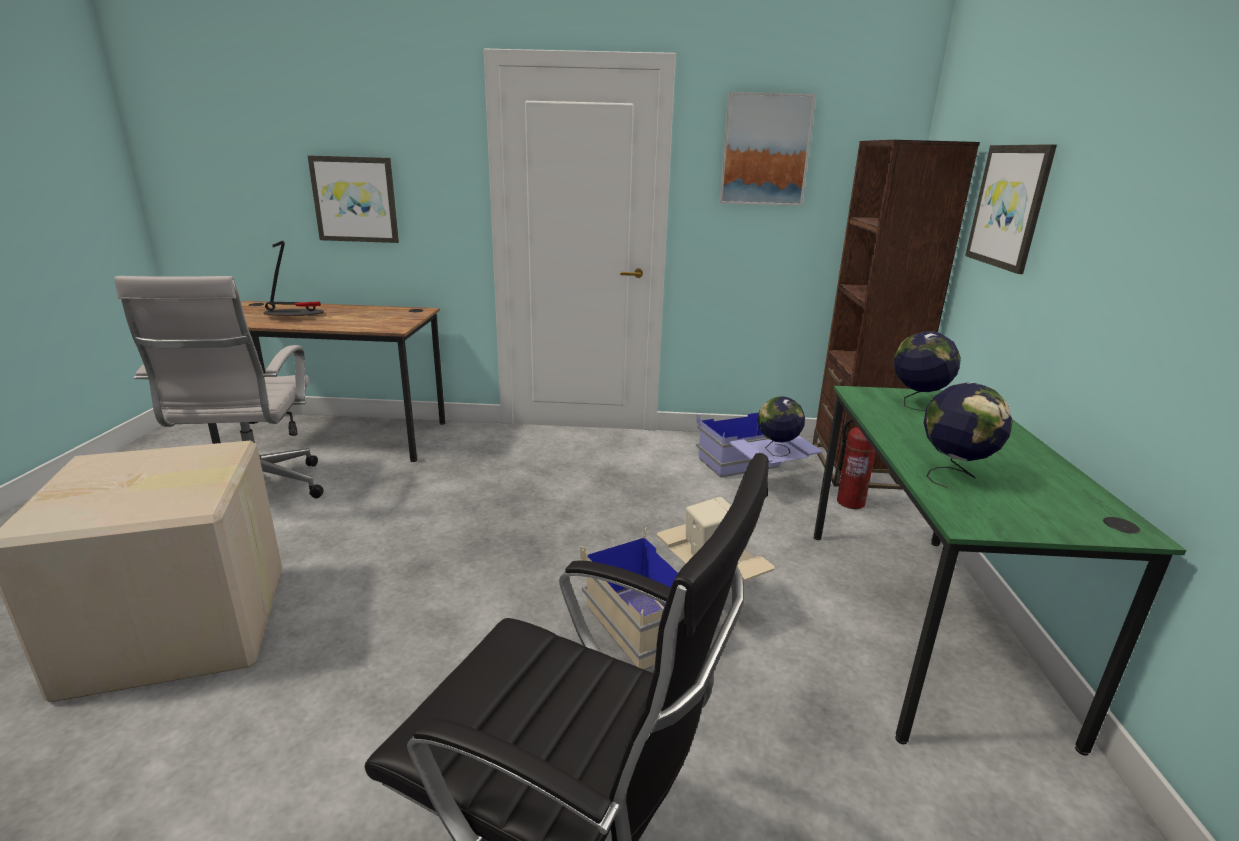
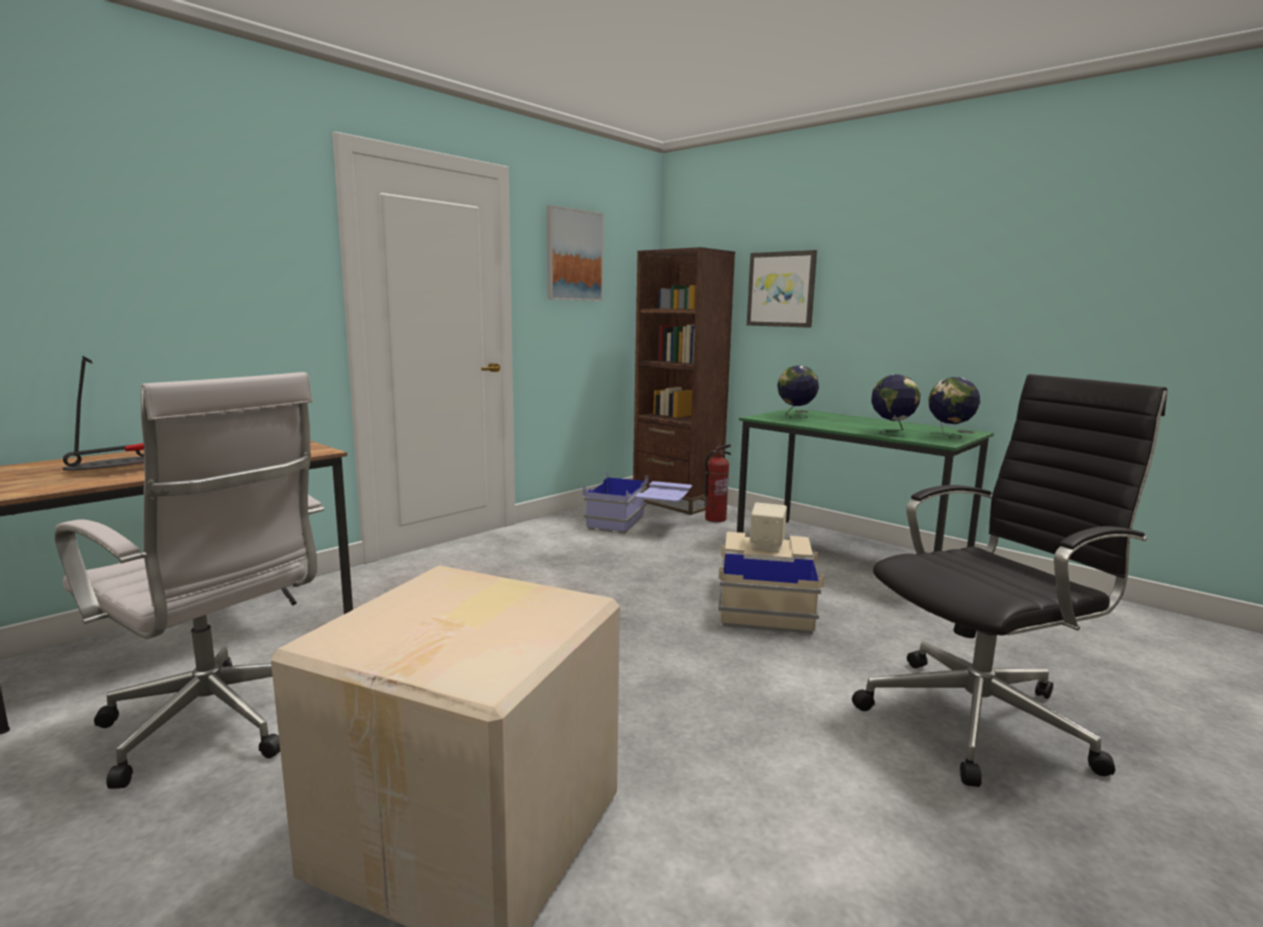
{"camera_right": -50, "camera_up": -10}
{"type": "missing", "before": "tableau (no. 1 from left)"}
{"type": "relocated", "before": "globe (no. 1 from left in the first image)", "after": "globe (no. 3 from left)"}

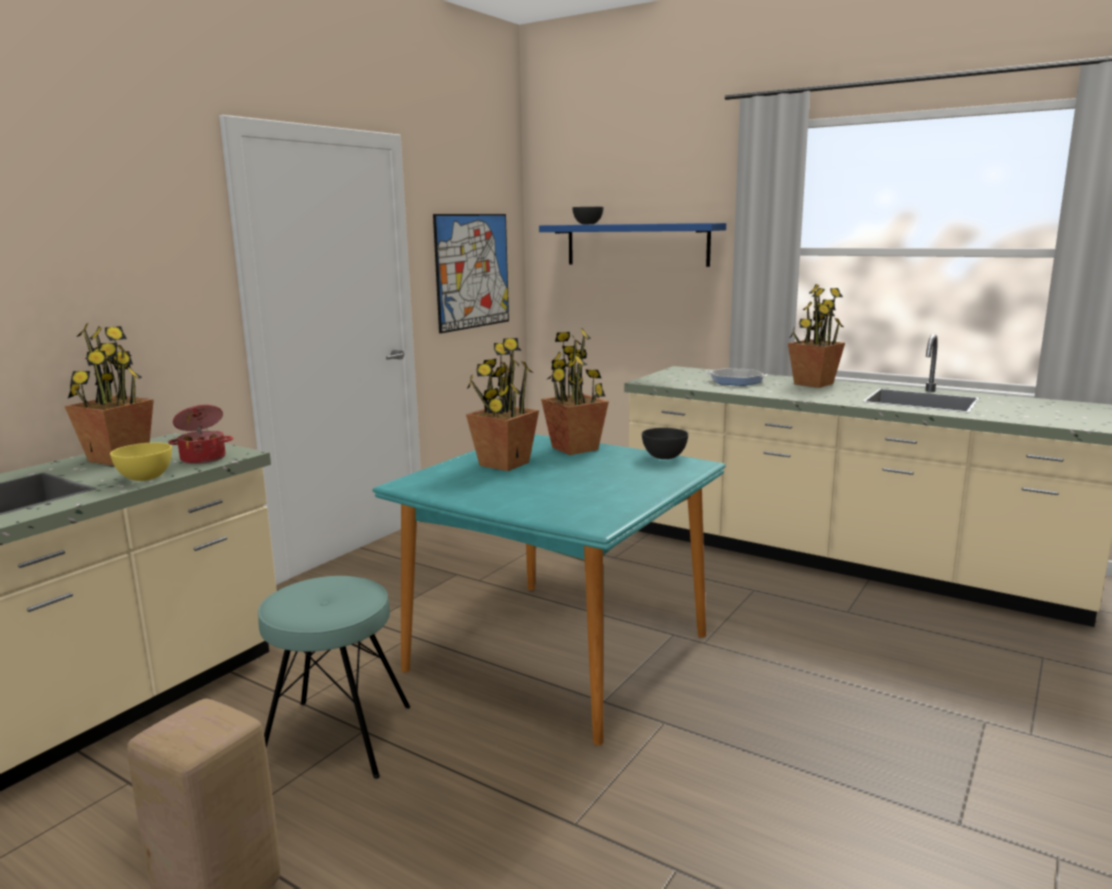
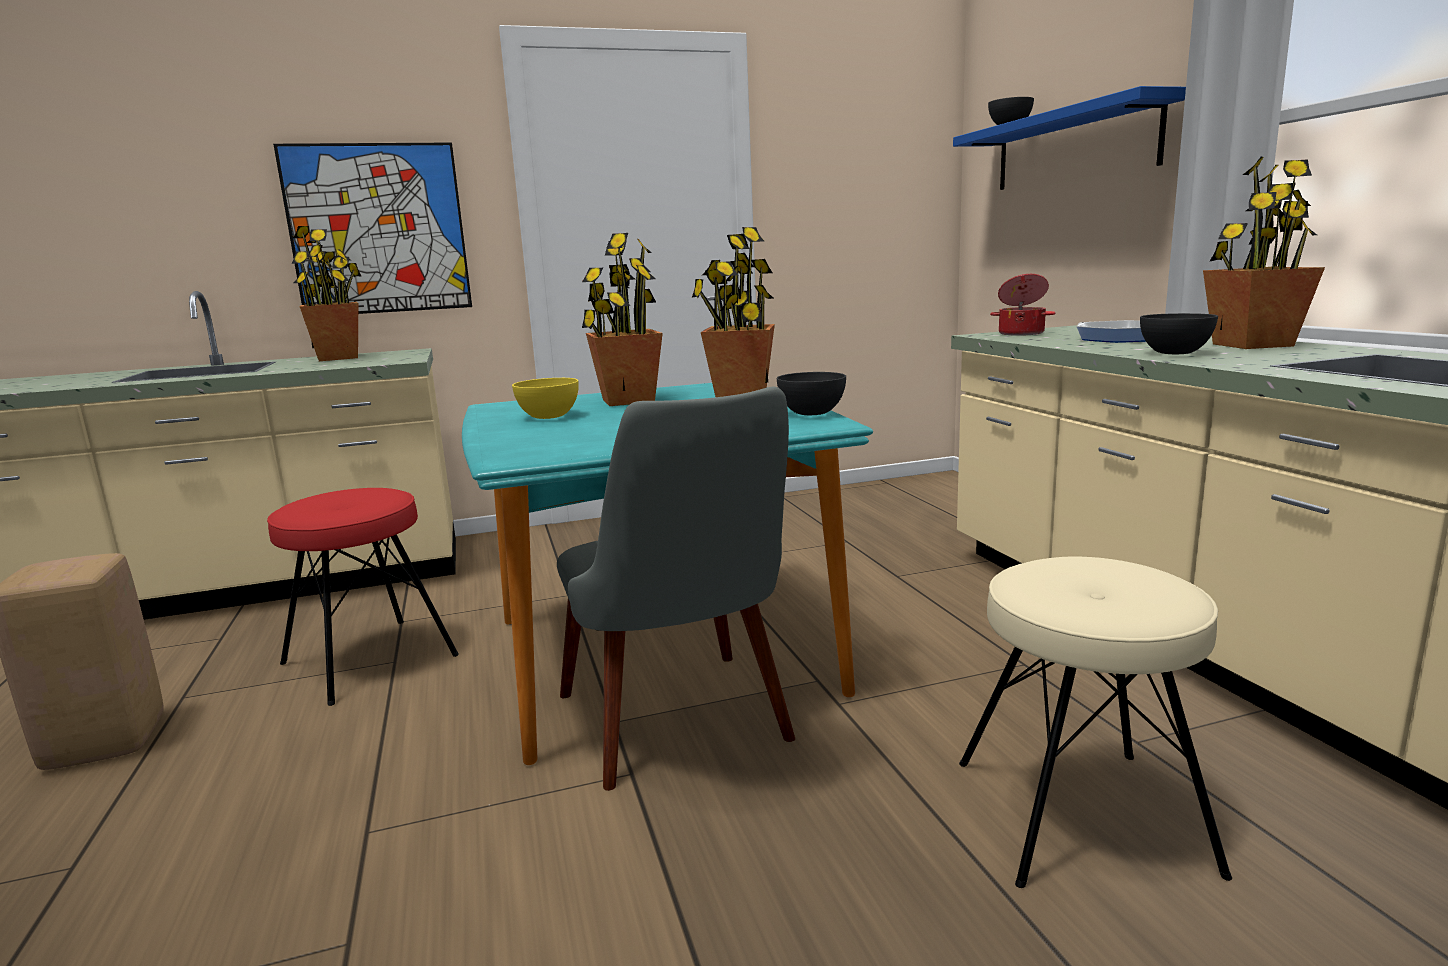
{"camera_right": 40, "camera_up": 0}
{"type": "relocated", "before": "bol/jaune"}
{"type": "relocated", "before": "marmite"}
{"type": "colour", "before": "tabouret/turquoise", "after": "tabouret/rouge"}
{"type": "relocated", "before": "tableau"}
{"type": "appeared", "after": "chaise/gris"}
{"type": "appeared", "after": "tabouret/beige (no. 2 from left)"}
{"type": "appeared", "after": "bol/gris (no. 3 from left)"}

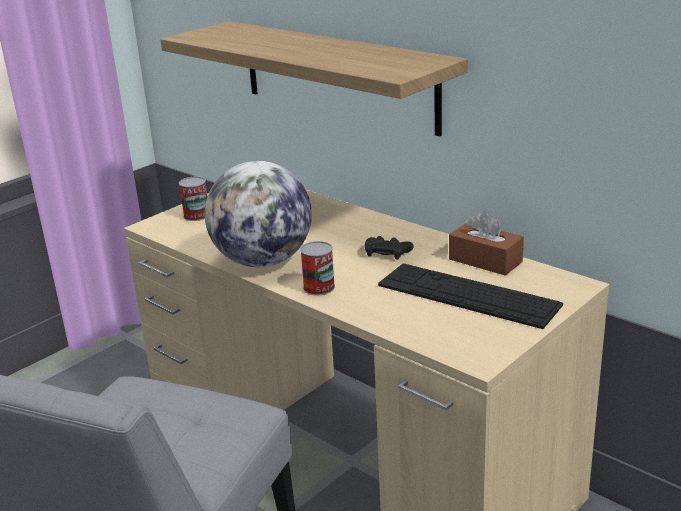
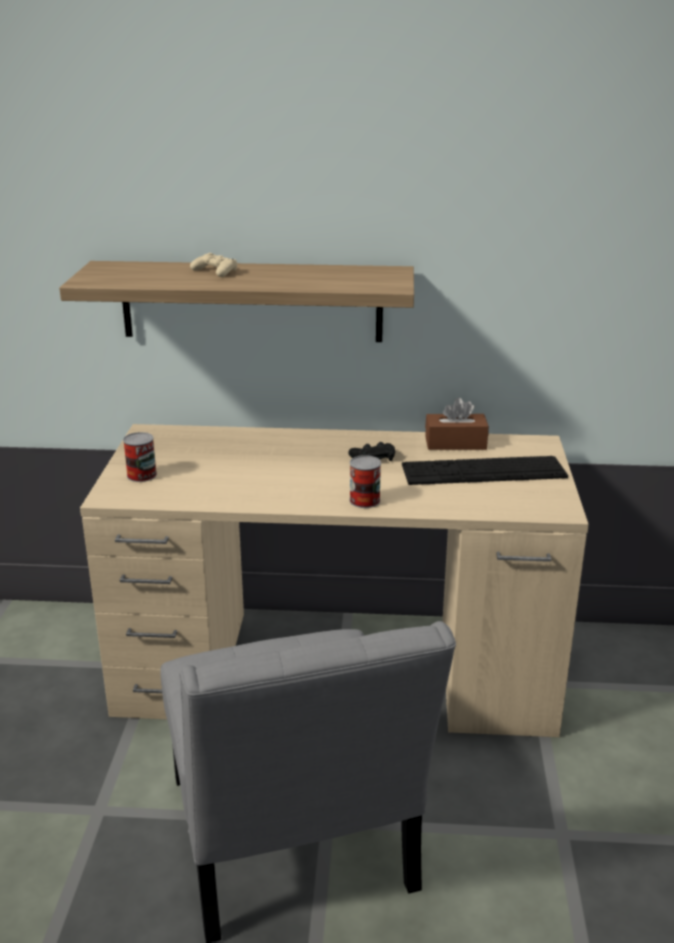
{"camera_right": -40, "camera_up": 0}
{"type": "missing", "before": "globe"}
{"type": "appeared", "after": "manette/beige"}

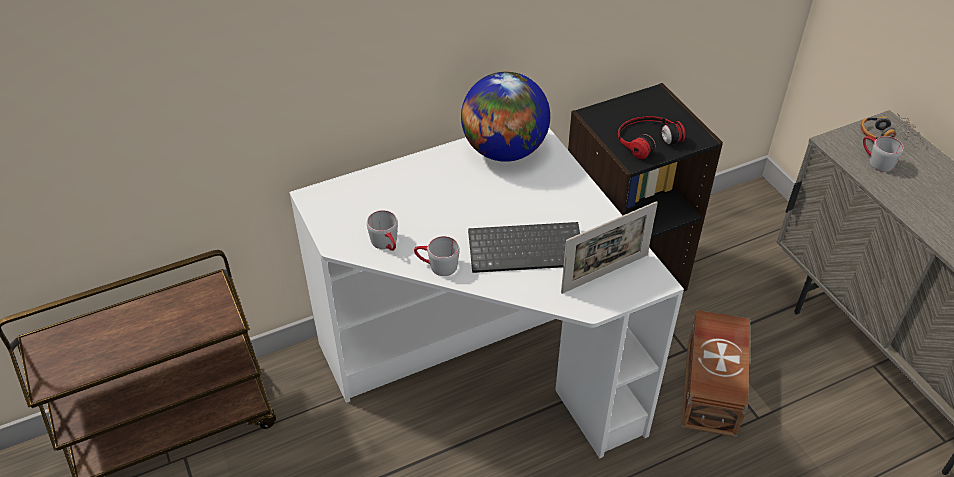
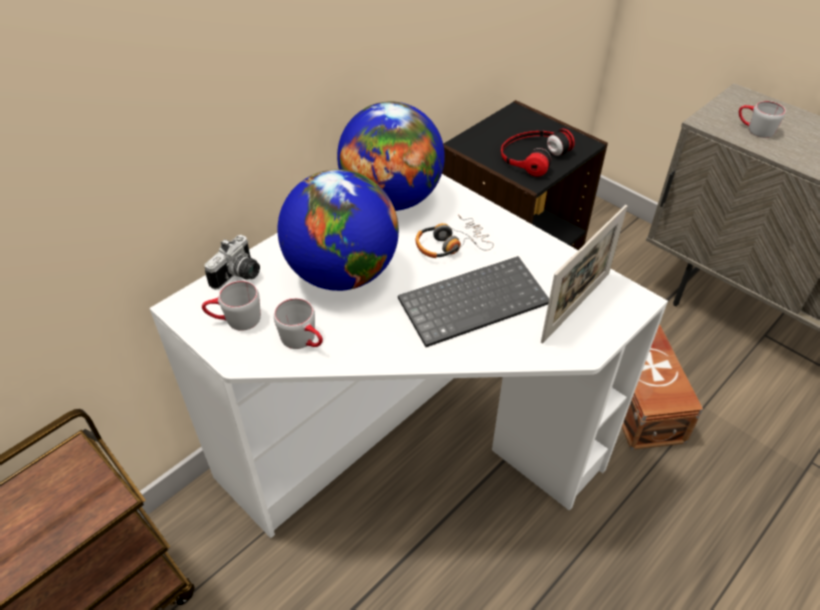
{"camera_right": -20, "camera_up": 0}
{"type": "relocated", "before": "mug/gris (no. 2 from left in the first image)", "after": "mug/gris (no. 1 from left)"}
{"type": "relocated", "before": "casque audio (no. 2 from left in the first image)", "after": "casque audio (no. 1 from left)"}
{"type": "appeared", "after": "appareil photo"}
{"type": "appeared", "after": "globe (no. 1 from left)"}

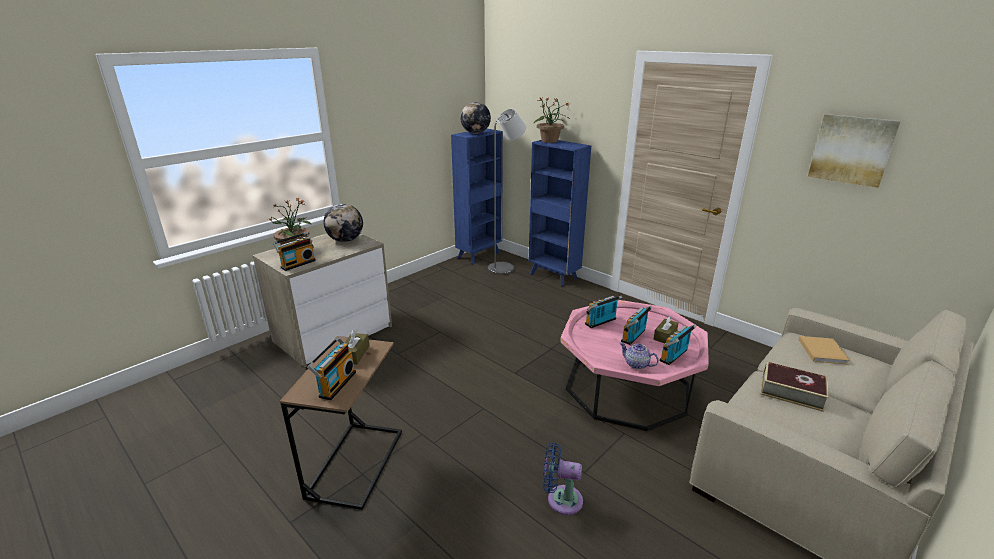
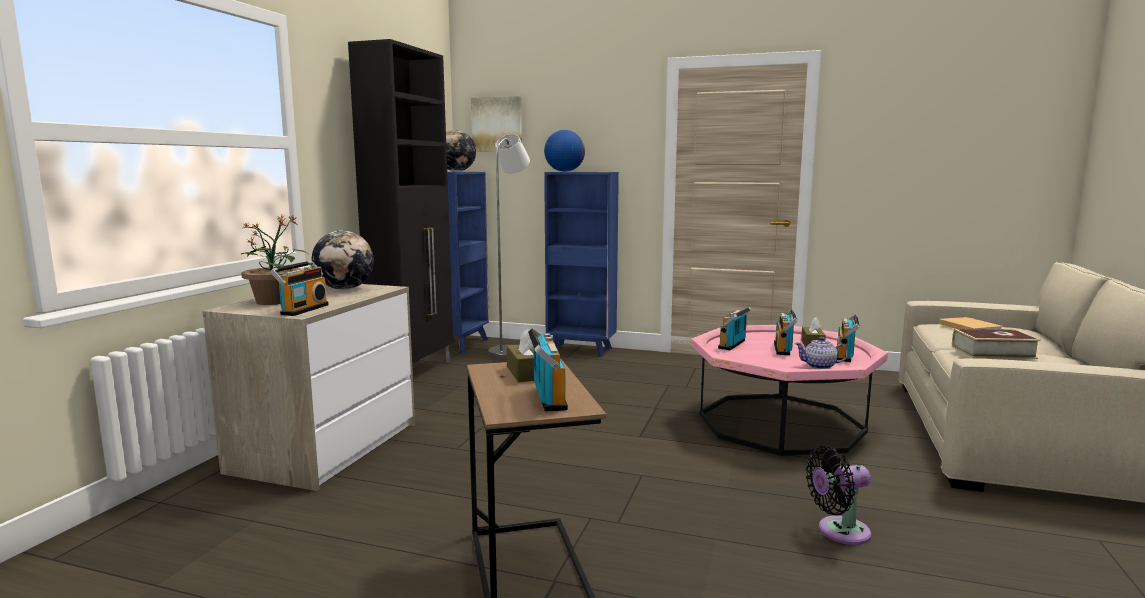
{"camera_right": -25, "camera_up": -15}
{"type": "exchanged", "before": "plante en pot (no. 2 from left)", "after": "globe (no. 3 from left)"}
{"type": "colour", "before": "ventilateur/bleu", "after": "ventilateur/noir"}
{"type": "relocated", "before": "tableau"}
{"type": "appeared", "after": "meuble de rangement/noir"}

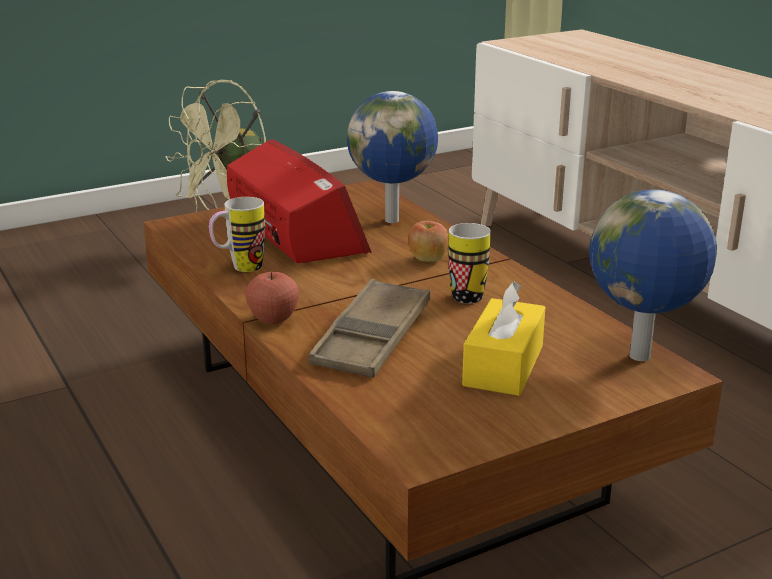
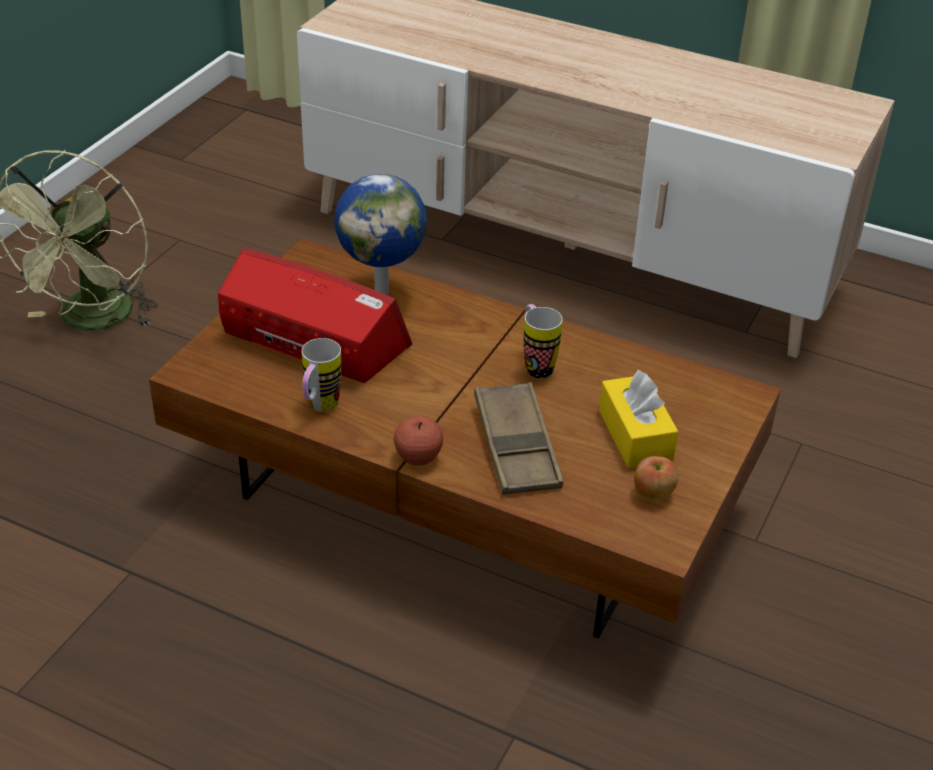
{"camera_right": -35, "camera_up": 15}
{"type": "relocated", "before": "pomme (no. 2 from left)"}
{"type": "missing", "before": "globe (no. 2 from left)"}

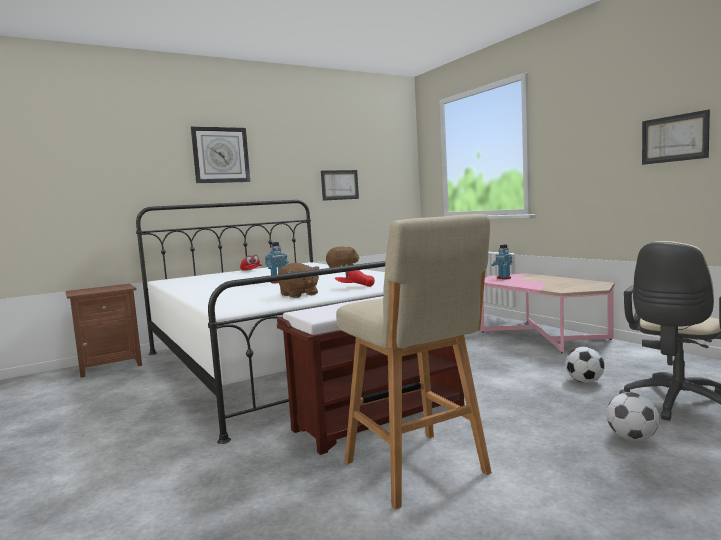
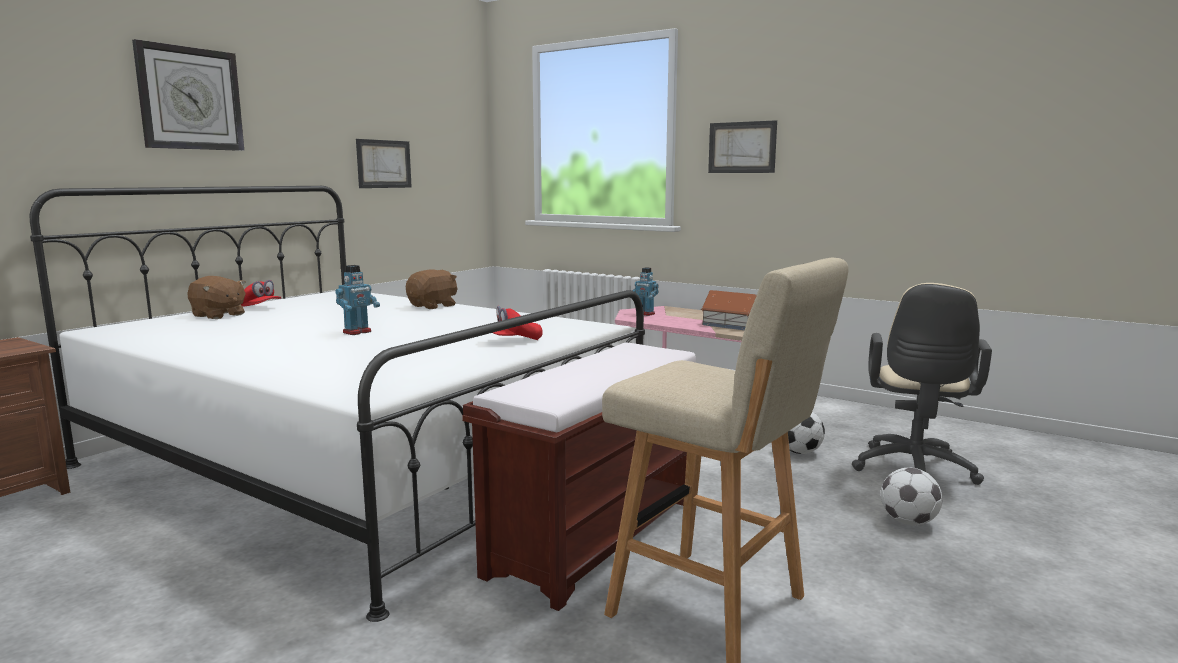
{"camera_right": -25, "camera_up": 5}
{"type": "relocated", "before": "peluche/marron (no. 1 from left)"}
{"type": "relocated", "before": "tableau (no. 2 from left)"}
{"type": "appeared", "after": "maison miniature"}

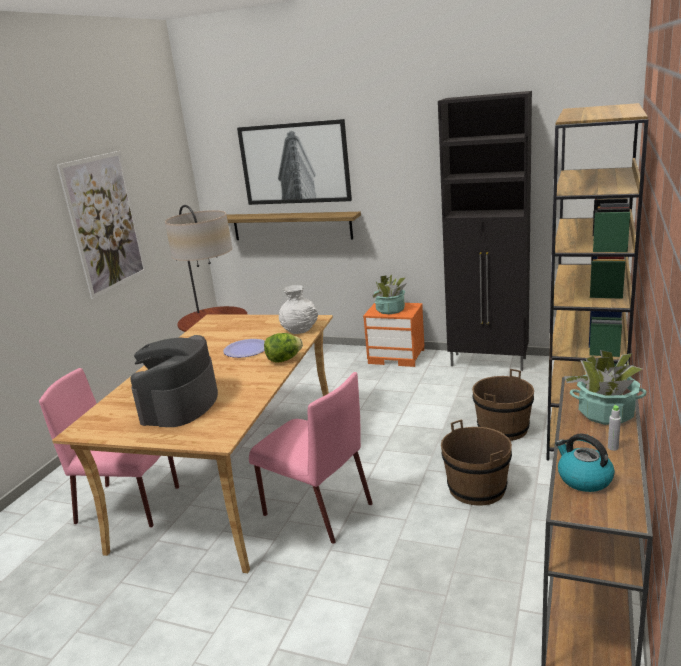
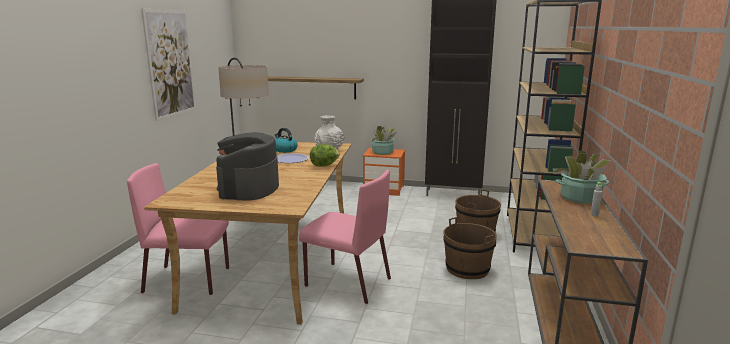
{"camera_right": -10, "camera_up": -5}
{"type": "missing", "before": "tableau (no. 2 from left)"}
{"type": "relocated", "before": "bouilloire"}

